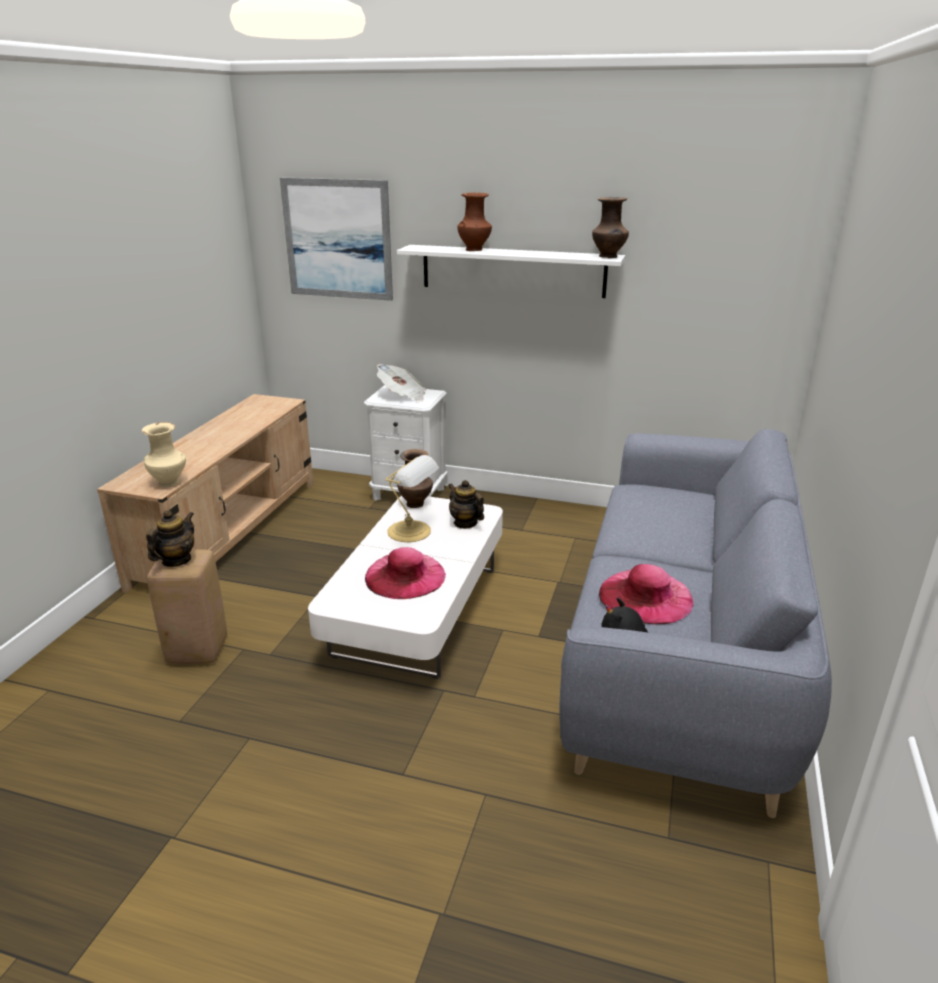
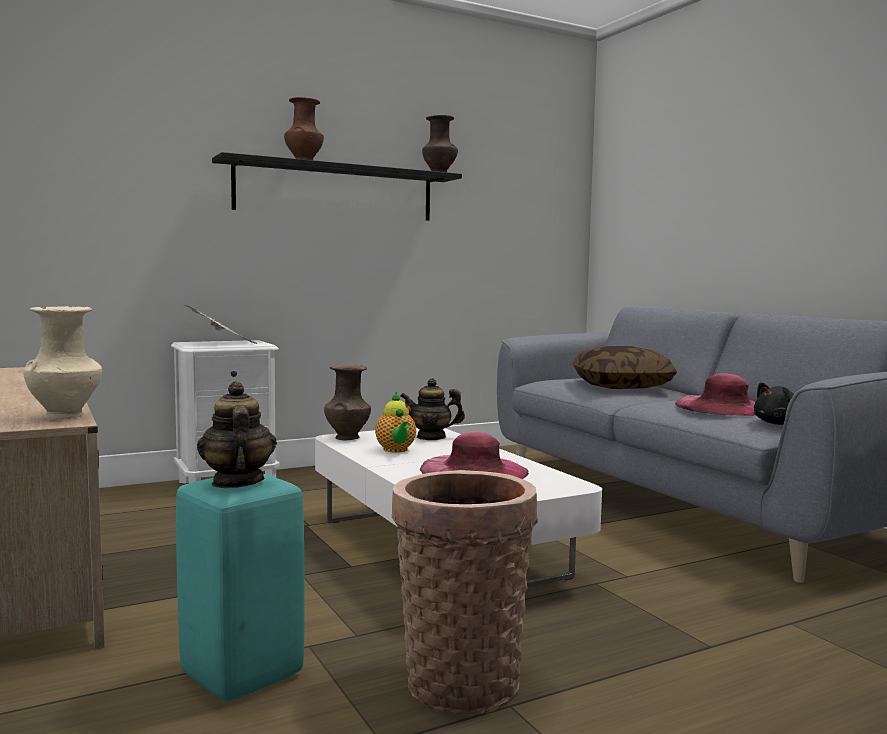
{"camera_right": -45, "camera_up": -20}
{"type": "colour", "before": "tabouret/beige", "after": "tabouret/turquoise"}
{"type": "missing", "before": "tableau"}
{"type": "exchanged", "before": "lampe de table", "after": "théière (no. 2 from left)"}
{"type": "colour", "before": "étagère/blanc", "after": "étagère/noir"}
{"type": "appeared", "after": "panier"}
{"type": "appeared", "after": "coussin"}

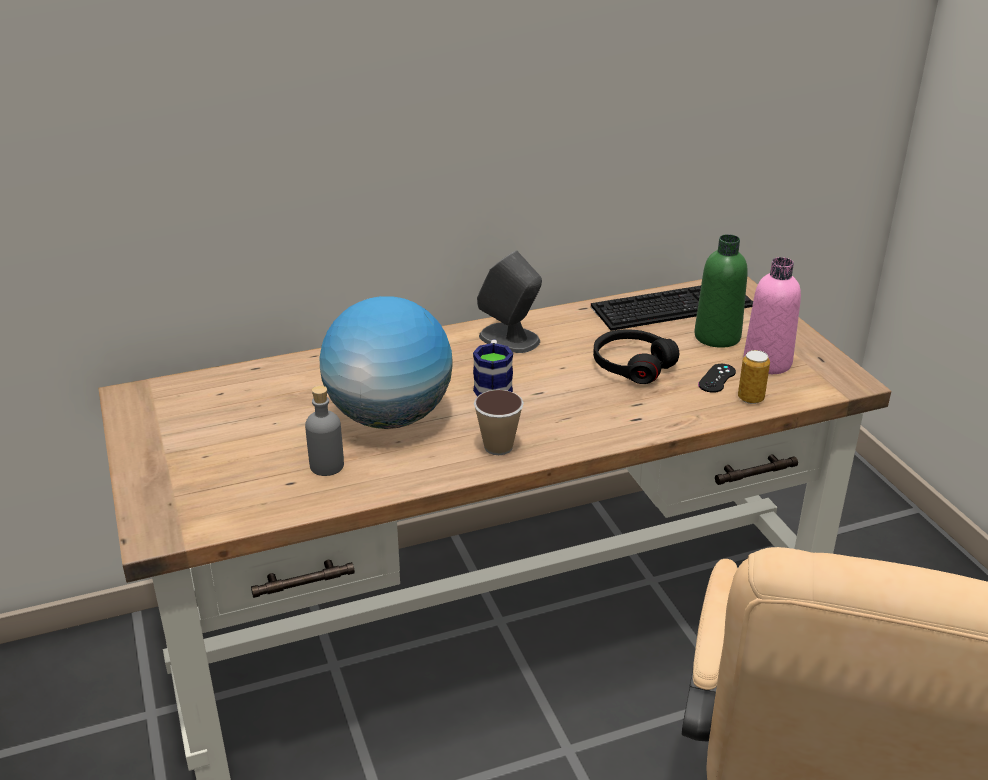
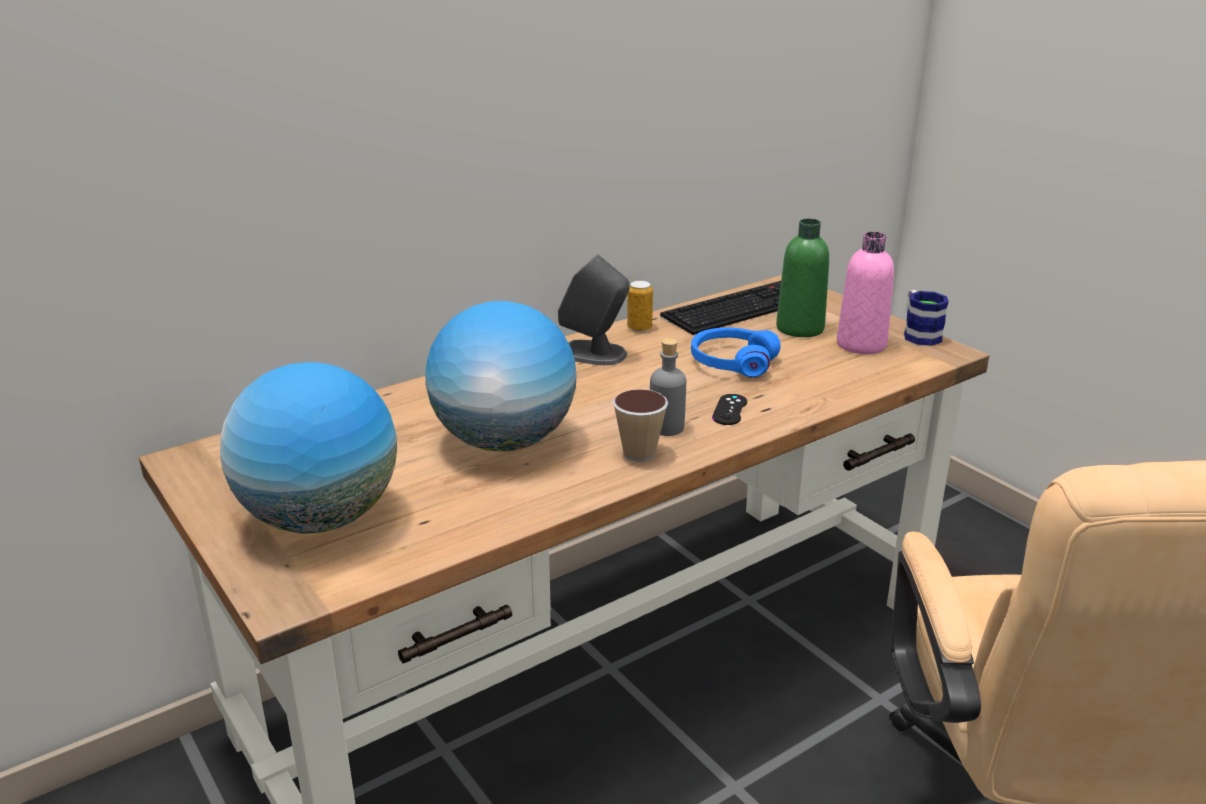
{"camera_right": -15, "camera_up": -5}
{"type": "relocated", "before": "bouteille/gris"}
{"type": "relocated", "before": "mug"}
{"type": "colour", "before": "casque audio/noir", "after": "casque audio/bleu"}
{"type": "relocated", "before": "manette/noir"}
{"type": "relocated", "before": "boîte métallique"}
{"type": "appeared", "after": "globe (no. 1 from left)"}

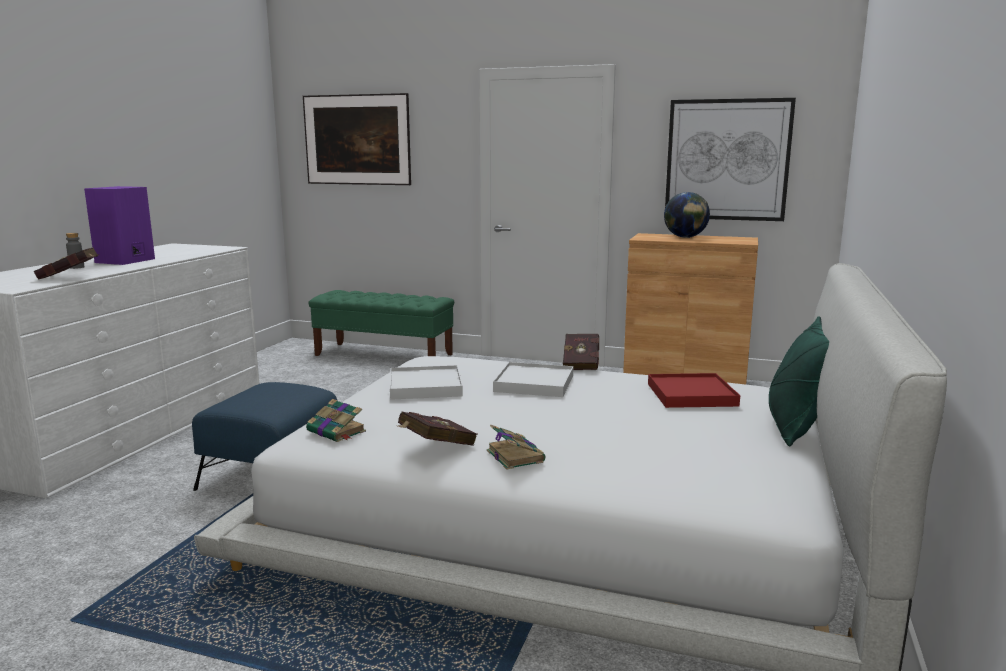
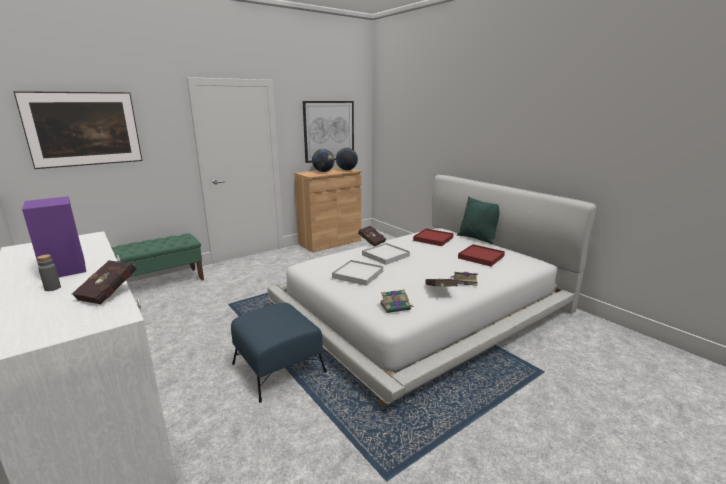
{"camera_right": -55, "camera_up": 5}
{"type": "appeared", "after": "globe (no. 2 from left)"}
{"type": "appeared", "after": "plateau/rouge (no. 2 from left)"}

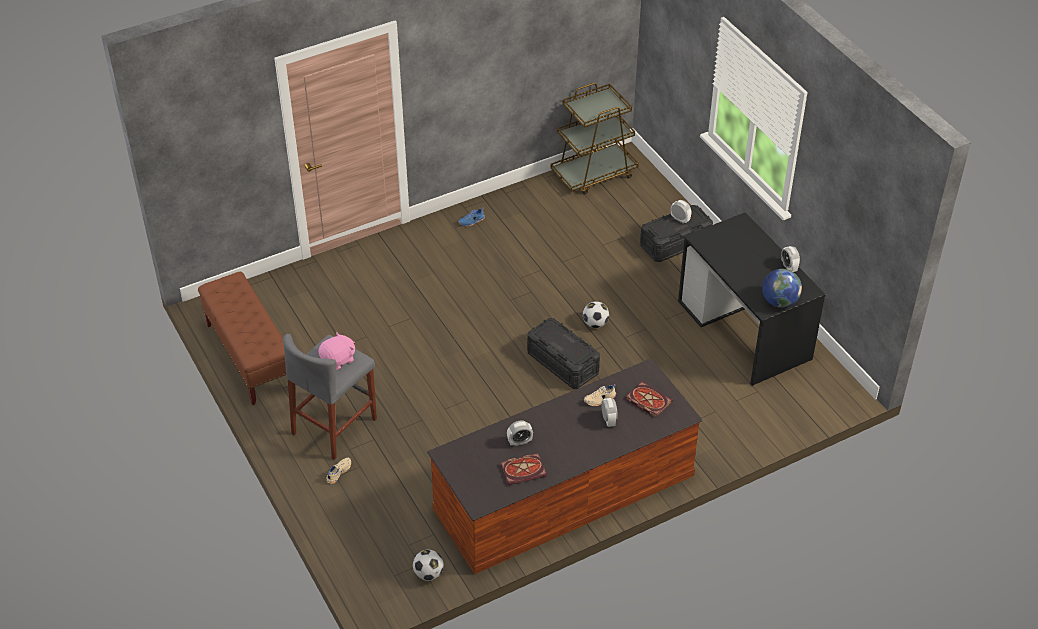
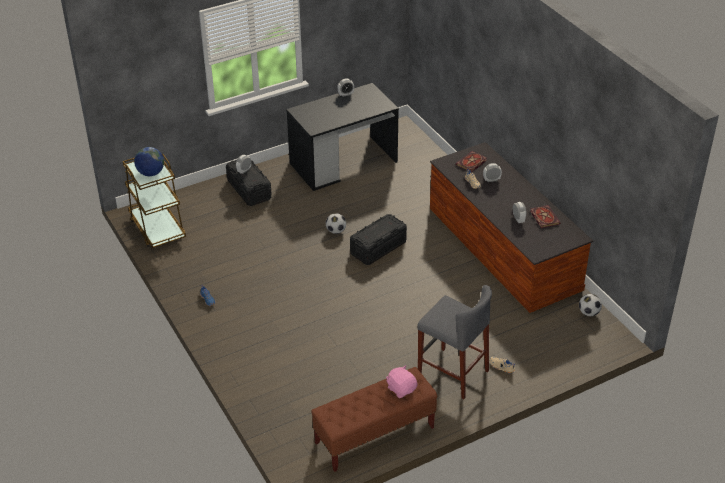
{"camera_right": -90, "camera_up": -5}
{"type": "relocated", "before": "peluche/rose"}
{"type": "relocated", "before": "globe"}

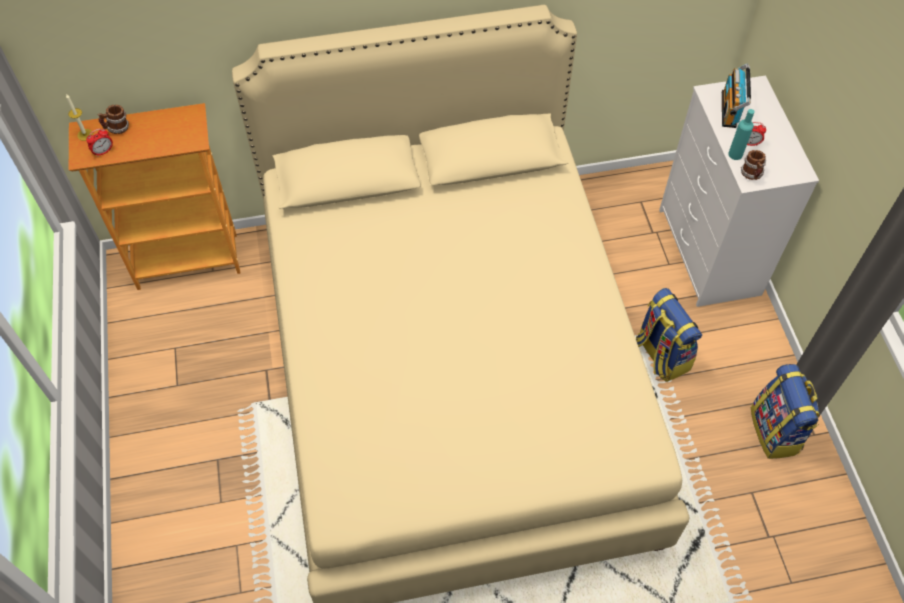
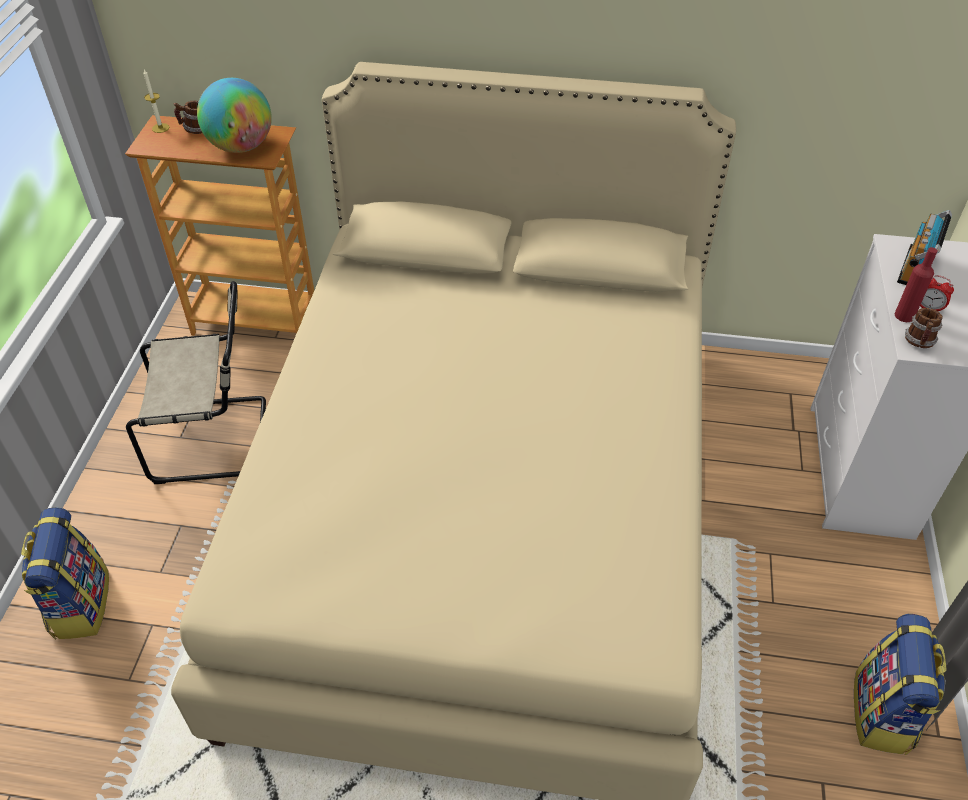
{"camera_right": 20, "camera_up": -10}
{"type": "missing", "before": "réveil (no. 1 from left)"}
{"type": "relocated", "before": "sac à dos (no. 1 from left)"}
{"type": "colour", "before": "bouteille/turquoise", "after": "bouteille/rouge"}
{"type": "appeared", "after": "chaise/beige"}
{"type": "appeared", "after": "globe"}

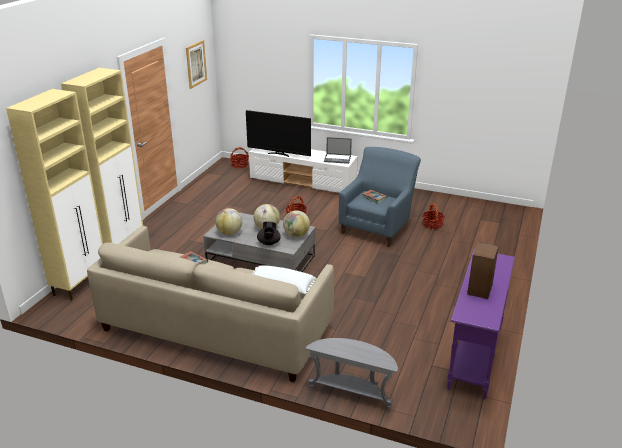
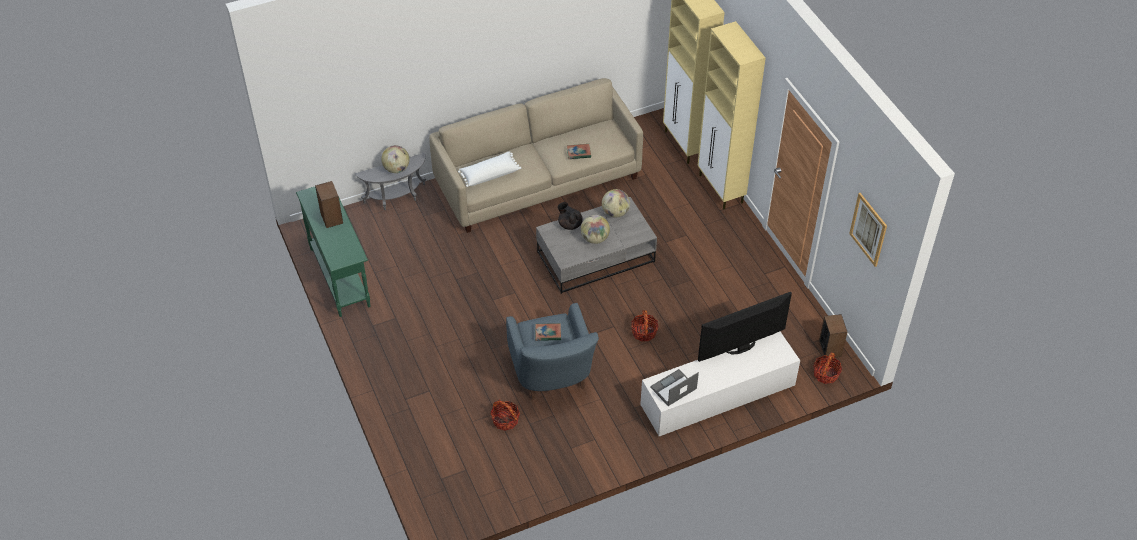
{"camera_right": 135, "camera_up": 20}
{"type": "relocated", "before": "globe (no. 3 from left in the first image)", "after": "globe (no. 1 from left)"}
{"type": "colour", "before": "table console/violet", "after": "table console/vert"}
{"type": "appeared", "after": "enceinte (no. 2 from left)"}

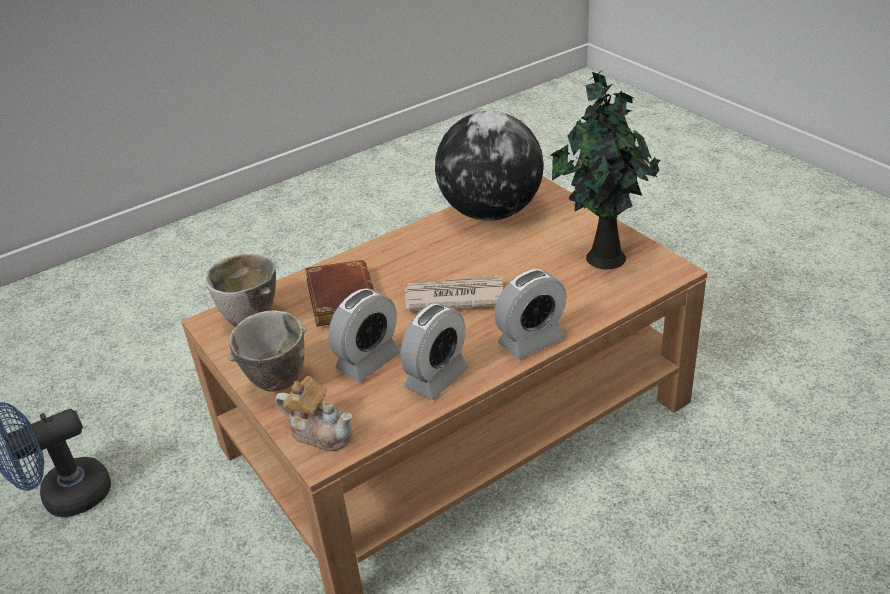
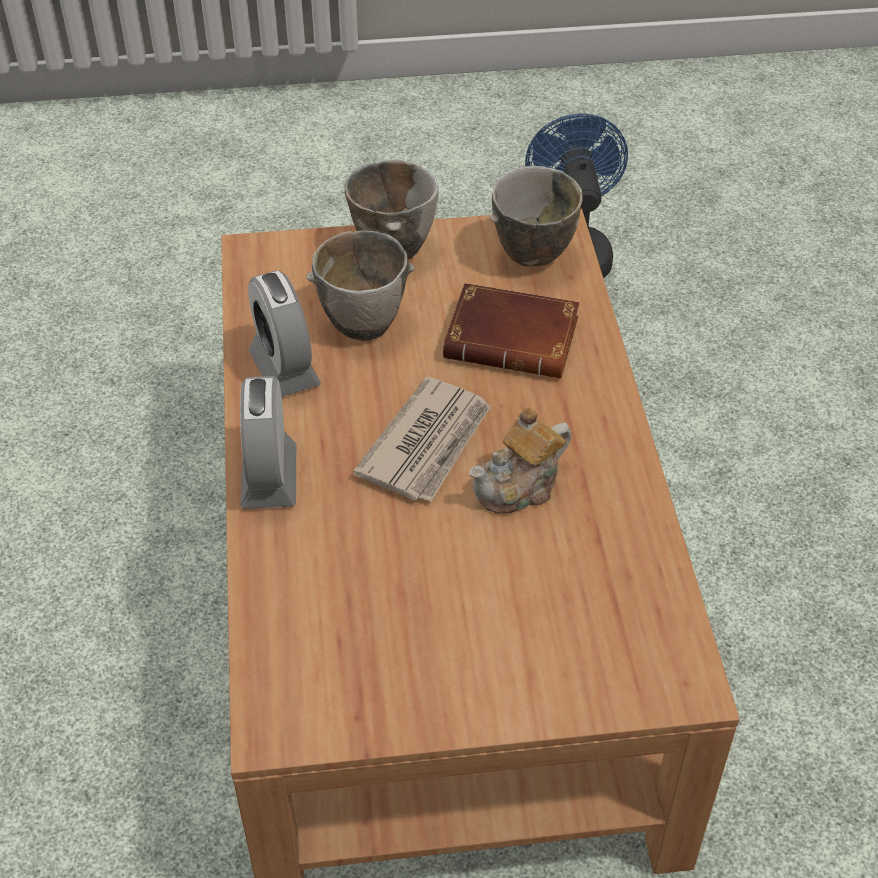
{"camera_right": 115, "camera_up": 10}
{"type": "relocated", "before": "théière"}
{"type": "exchanged", "before": "réveil (no. 1 from left)", "after": "bol (no. 1 from left)"}
{"type": "missing", "before": "globe"}
{"type": "missing", "before": "plante en pot"}

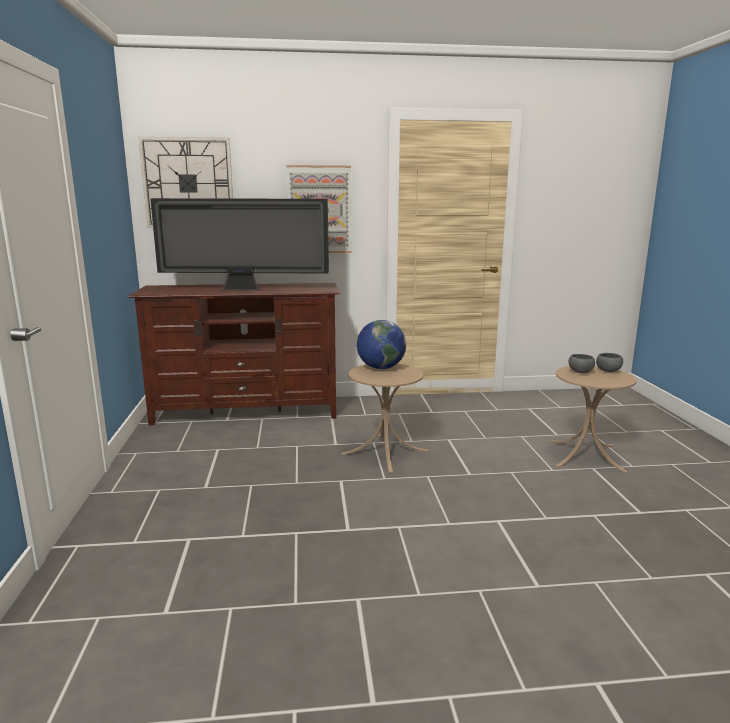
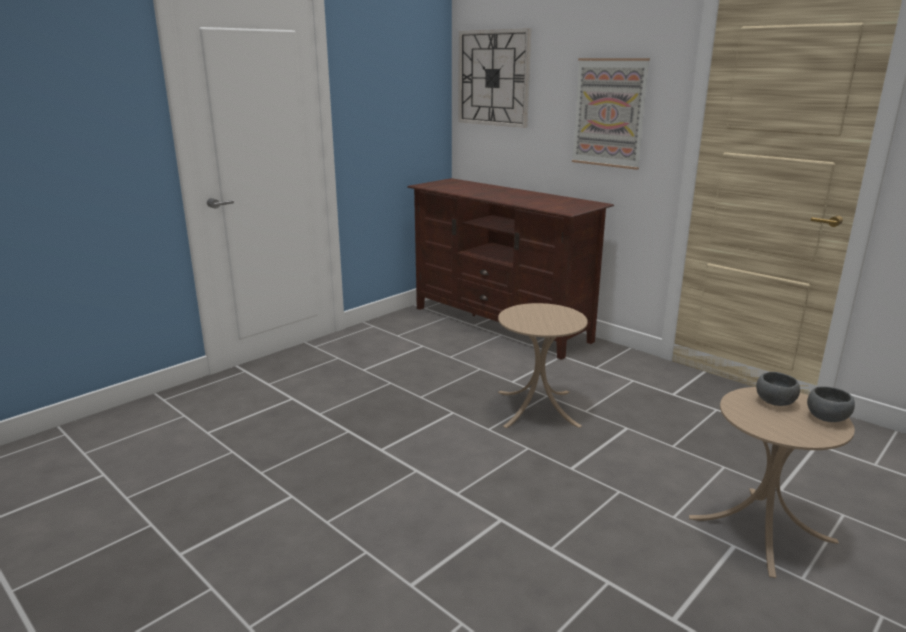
{"camera_right": 50, "camera_up": 5}
{"type": "missing", "before": "téléviseur"}
{"type": "missing", "before": "globe"}

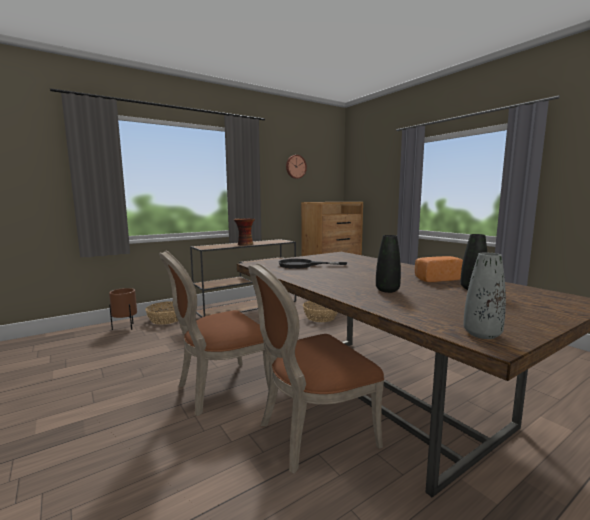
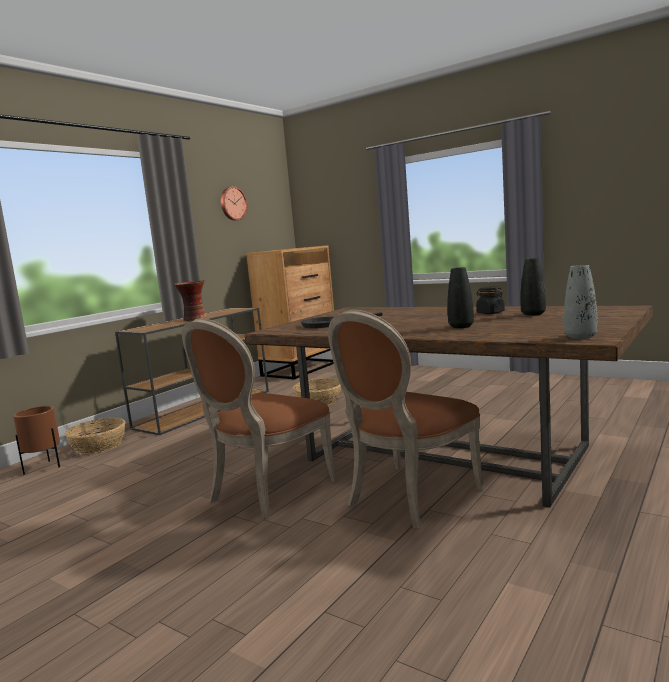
{"camera_right": -20, "camera_up": 0}
{"type": "exchanged", "before": "pain", "after": "bocal/noir"}

